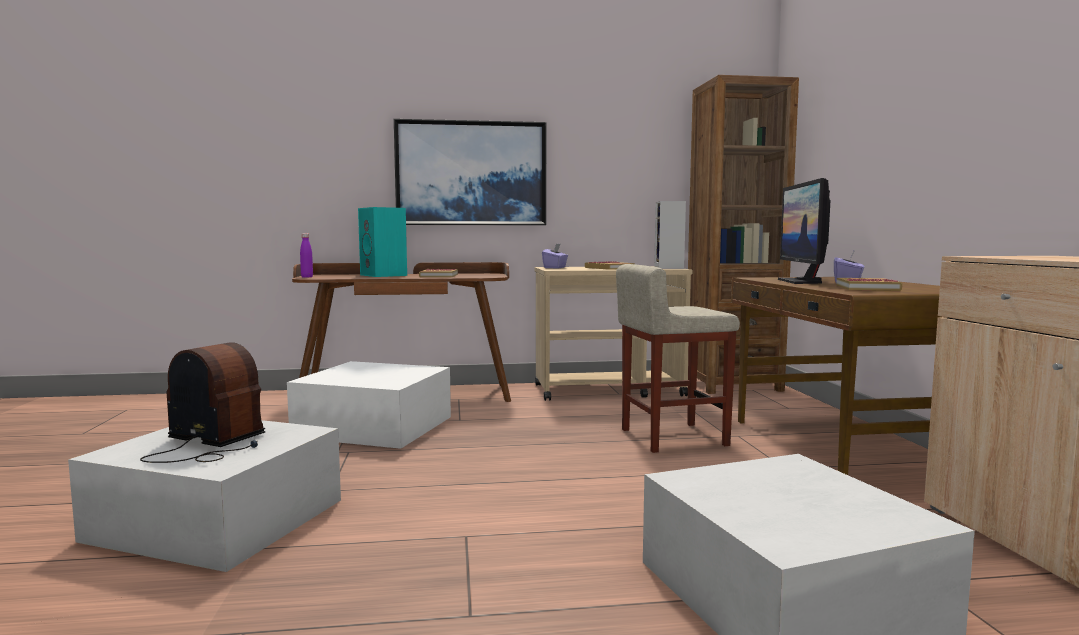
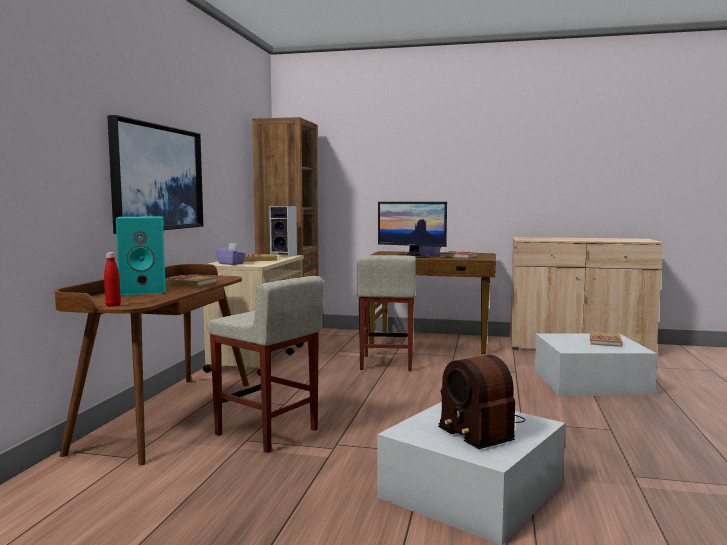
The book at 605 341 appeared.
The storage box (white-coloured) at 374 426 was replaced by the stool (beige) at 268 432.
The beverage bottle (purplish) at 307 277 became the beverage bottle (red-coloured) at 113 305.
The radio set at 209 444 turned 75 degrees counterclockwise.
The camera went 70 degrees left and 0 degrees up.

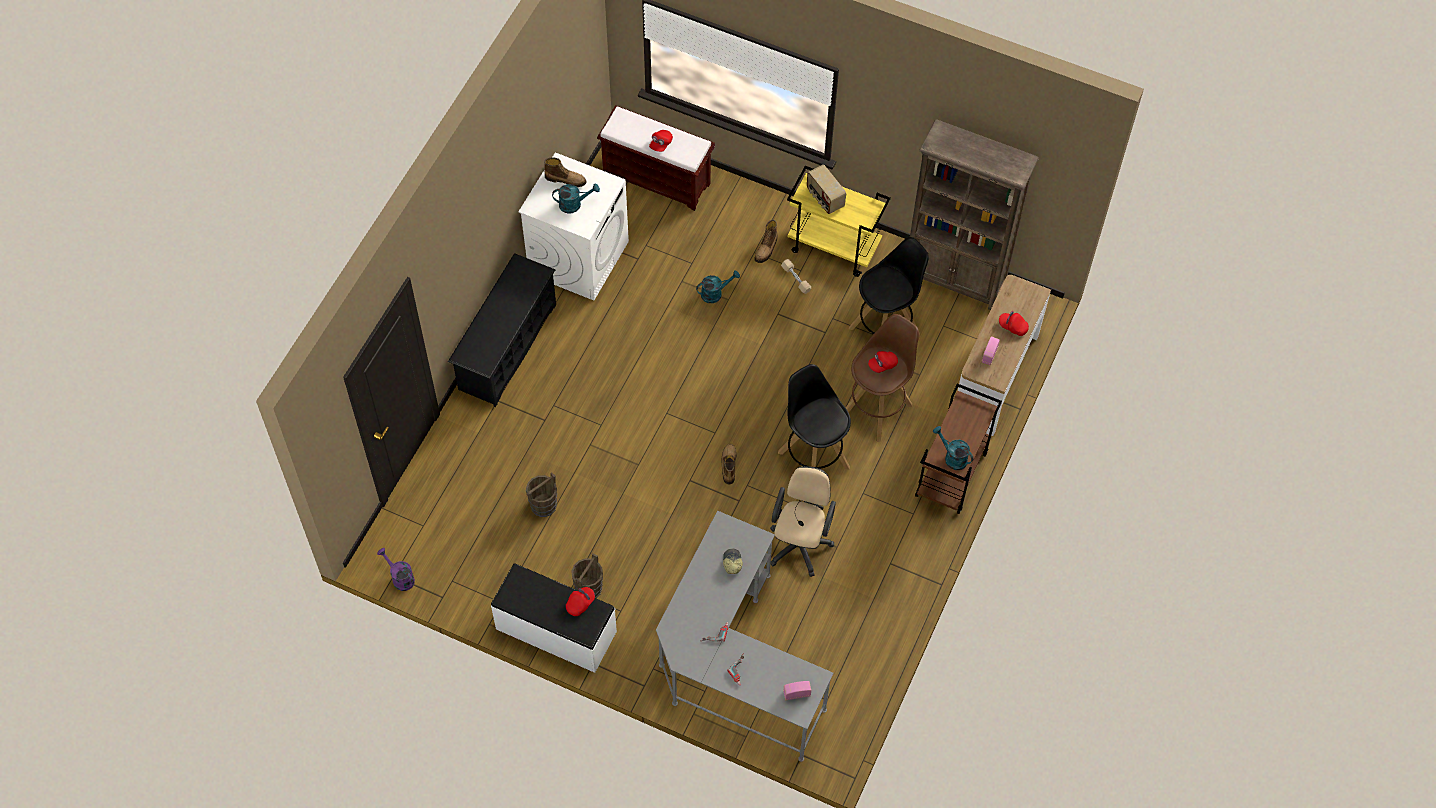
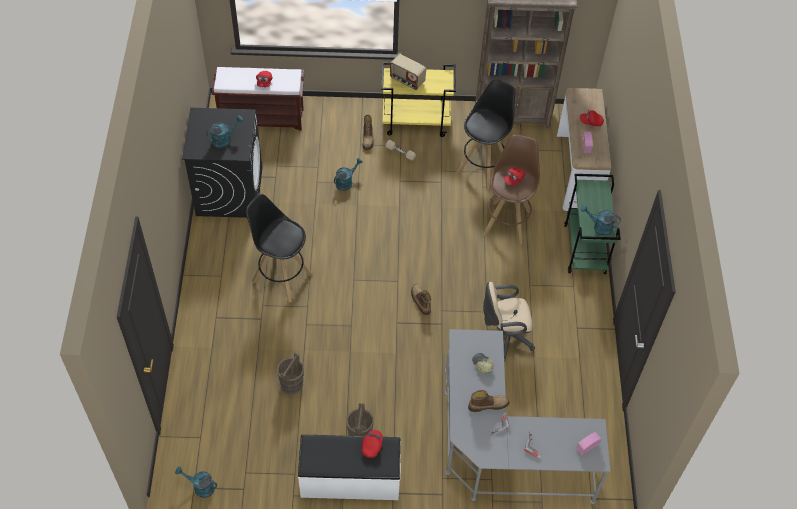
The shoe shelf (black) at 507 347 disappeared.
The boot moved from 565 179 to 488 404.
The stool (black) moved from 813 459 to 281 277.
The watering can (purplish) at 400 578 became the watering can (turquoise) at 200 487.
The washing machine (white-coloured) at 579 257 became the washing machine (black) at 229 191.
The cart (brown-coloured) at 951 475 became the cart (green-coloured) at 585 249.
The office chair (beige) at 800 542 turned 90 degrees counterclockwise.
The camera went 25 degrees left and 5 degrees down.

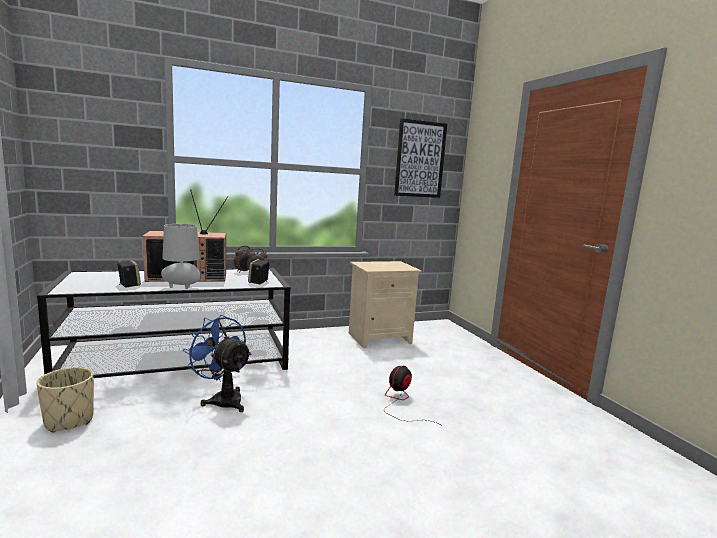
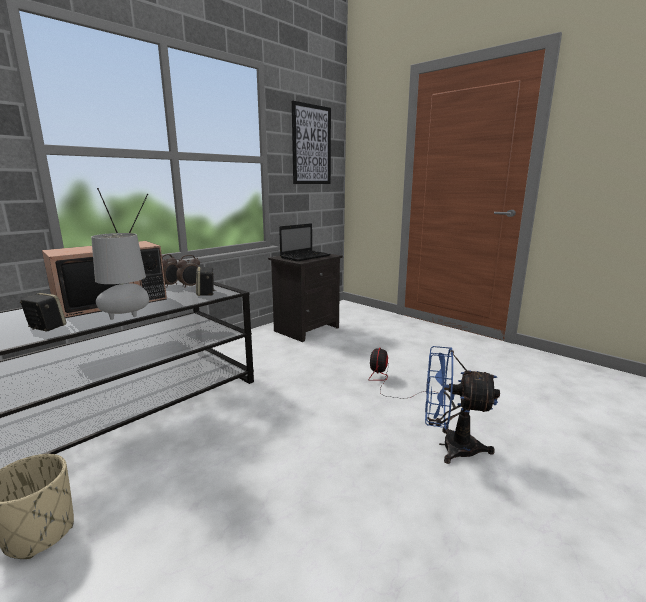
The portable computer at 305 256 appeared.
The cooling fan (blue) moved from 222 399 to 450 446.
The night table (beige) at 380 338 became the night table (black) at 306 329.
The camera went 25 degrees left and 5 degrees up.

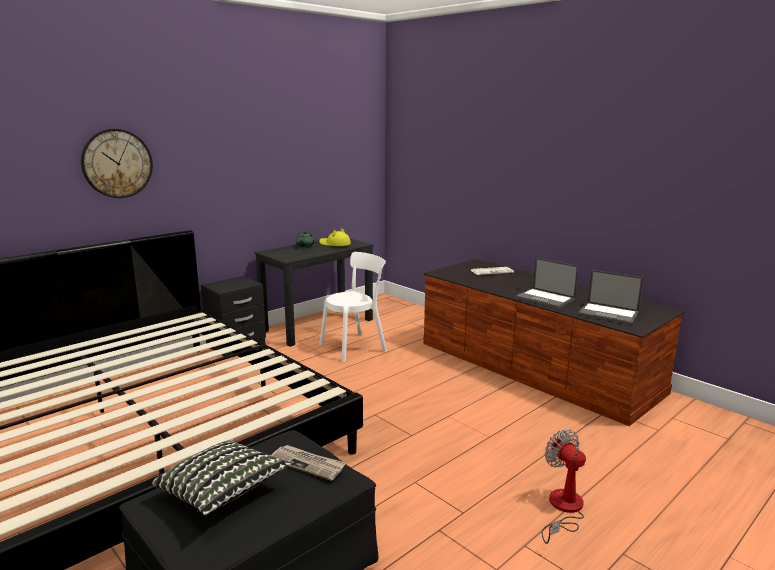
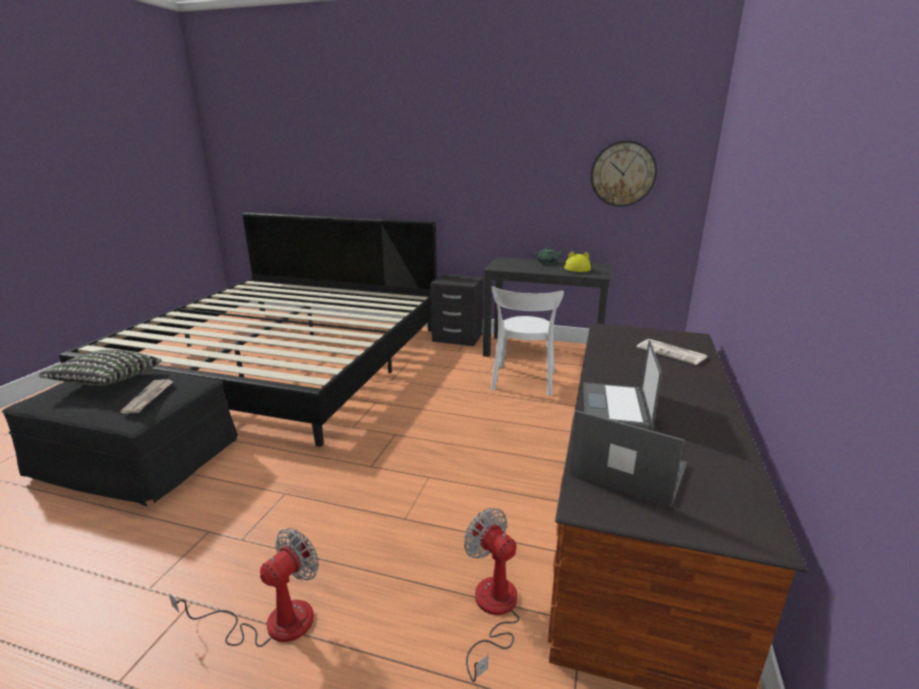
The cooling fan at 493 611 appeared.
The wall clock moved from 117 163 to 623 174.
The chair (white-coloured) at 355 346 turned 75 degrees clockwise.
The portable computer at 609 314 turned 120 degrees clockwise.
The camera went 60 degrees right and 5 degrees up.

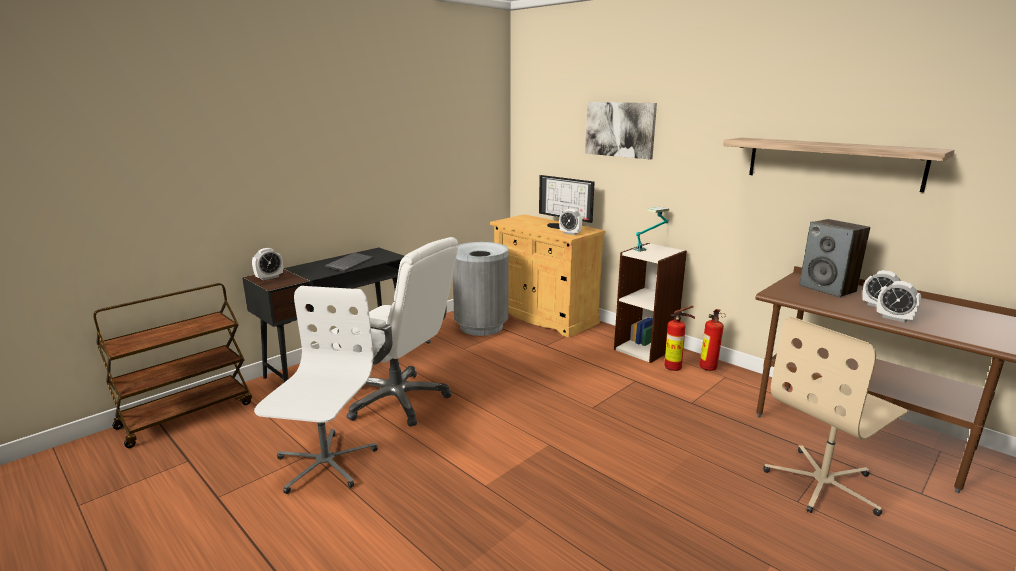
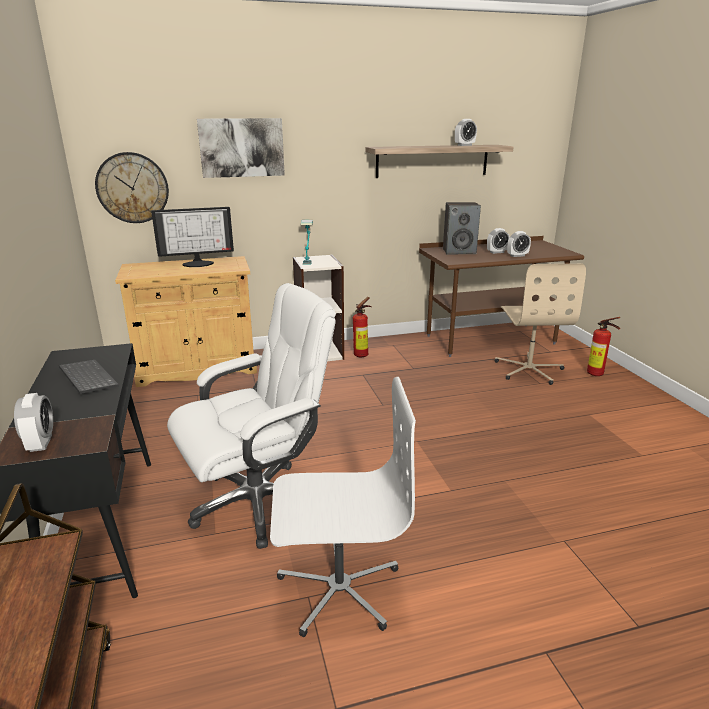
The rubbish bin (grey) at 481 326 disappeared.
The wall clock at 132 188 appeared.
The bedside clock moved from 570 233 to 464 145.
The fire-fighting cylinder moved from 708 369 to 597 374.
The office chair (white-coloured) at 325 464 turned 135 degrees clockwise.
The camera went 60 degrees left and 5 degrees up.

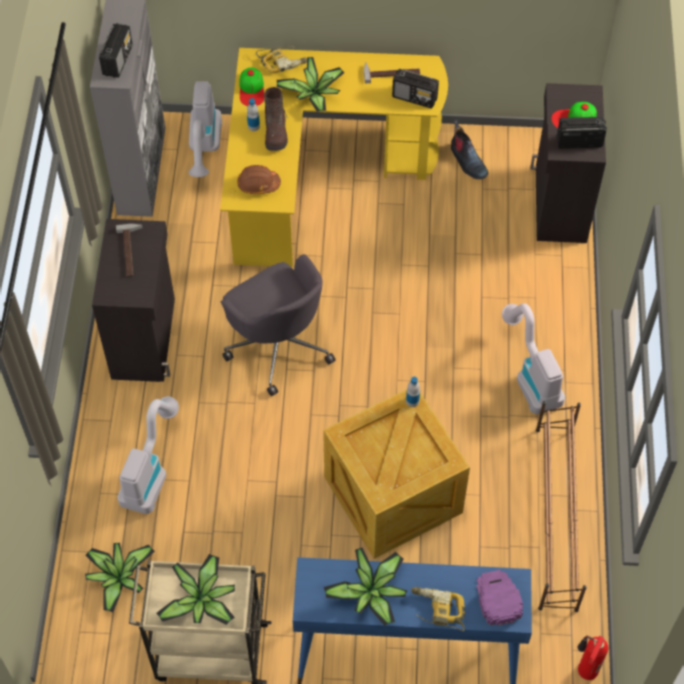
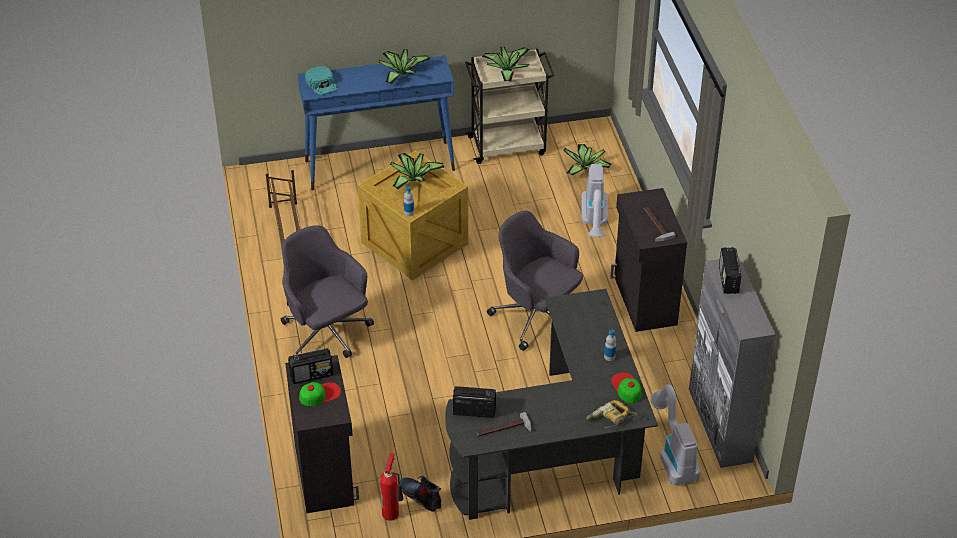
The hard hat (brown-coloured) at 258 184 disappeared.
The boot (brown-coloured) at 275 131 disappeared.
The drill at 437 610 disappeared.
The potted plant moved from 314 94 to 413 178.
The fire-fighting cylinder moved from 585 670 to 392 513.
The hoover at 530 376 was replaced by the office chair (grey) at 327 334.
The desk unit (yellow) at 316 175 became the desk unit (black) at 559 453.
The cap (purplish) at 497 598 became the cap (turquoise) at 322 84.
The camera went 165 degrees right and 15 degrees down.

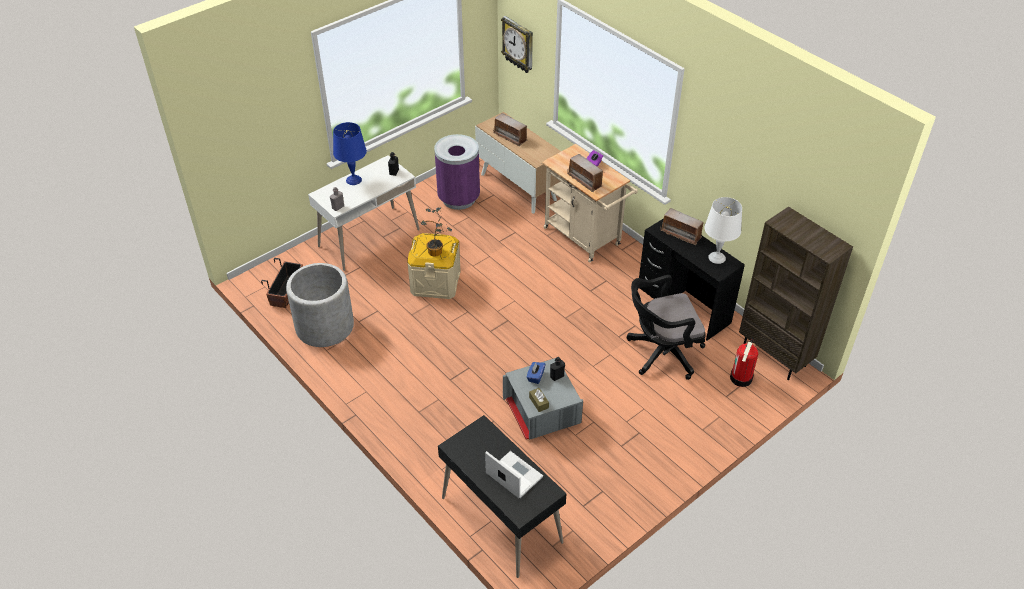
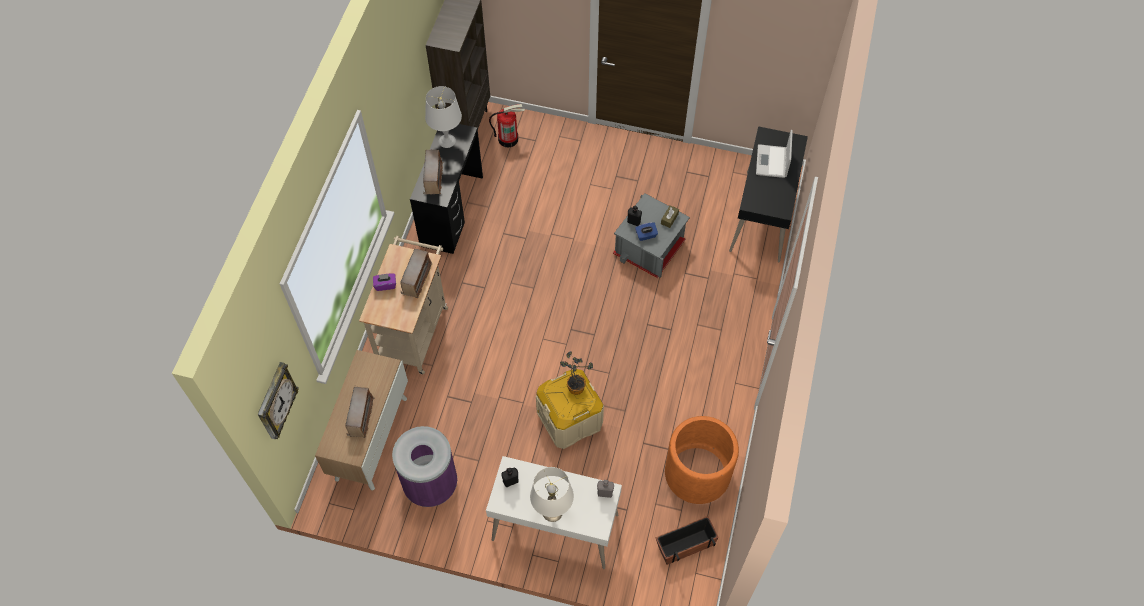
The office chair (black) at 660 353 disappeared.
The plant pot (grey) at 324 326 became the plant pot (orange) at 697 473.
The tabletop lamp (blue) at 353 180 became the tabletop lamp (white-coloured) at 552 511.
The camera went 125 degrees left and 15 degrees up.

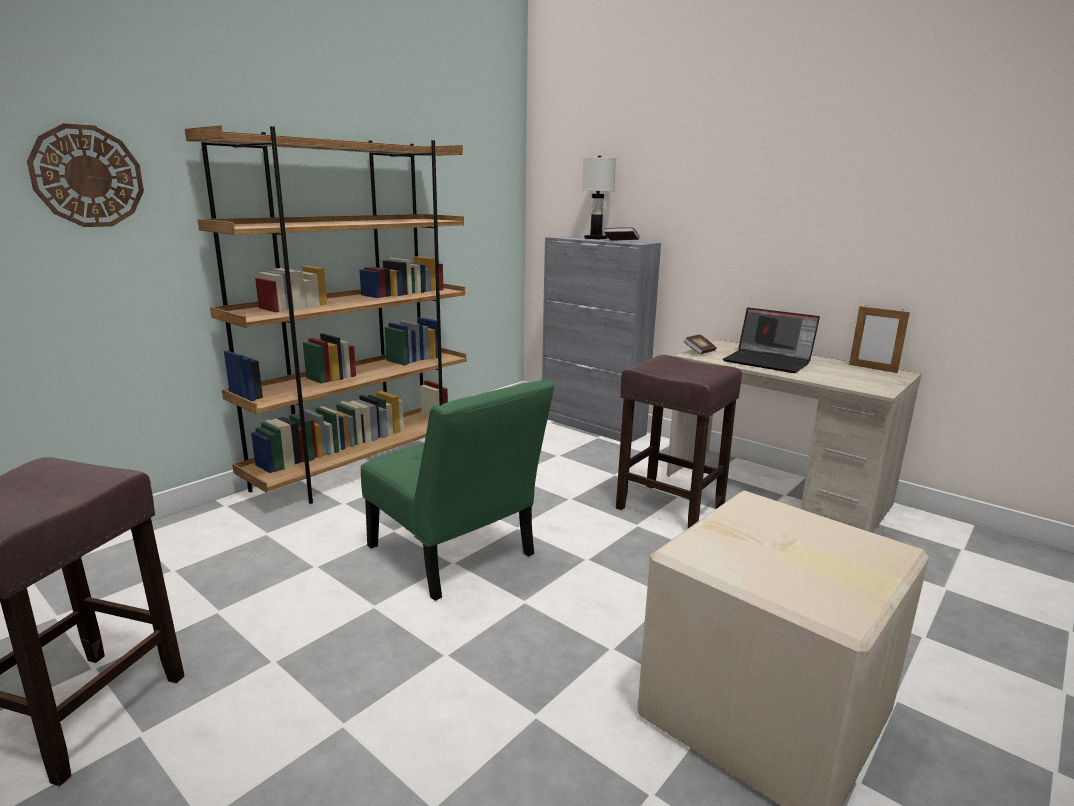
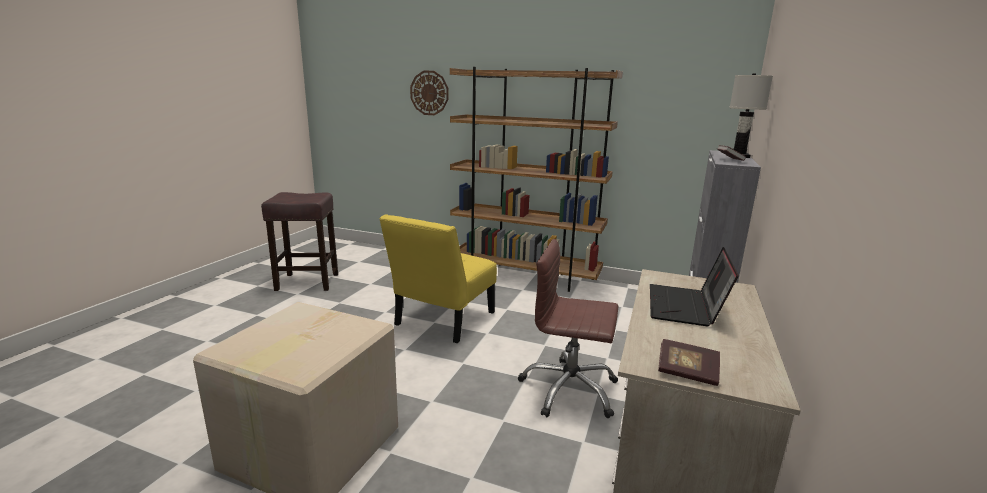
The photo frame at 872 368 disappeared.
The book moved from 699 352 to 687 373.
The stool (brown-coloured) at 668 508 was replaced by the office chair (brown-coloured) at 569 390.
The chair (green-coloured) at 455 555 became the chair (yellow) at 442 321.
The camera went 70 degrees right and 0 degrees up.

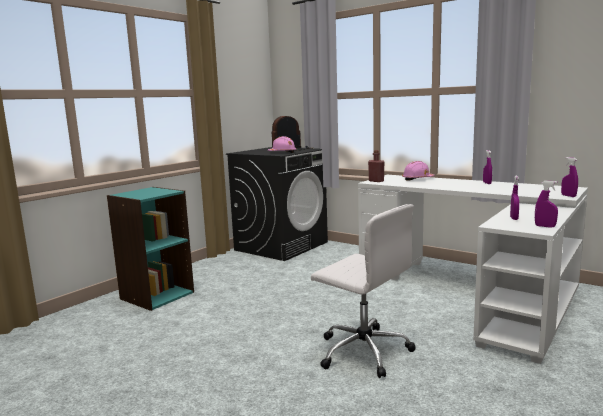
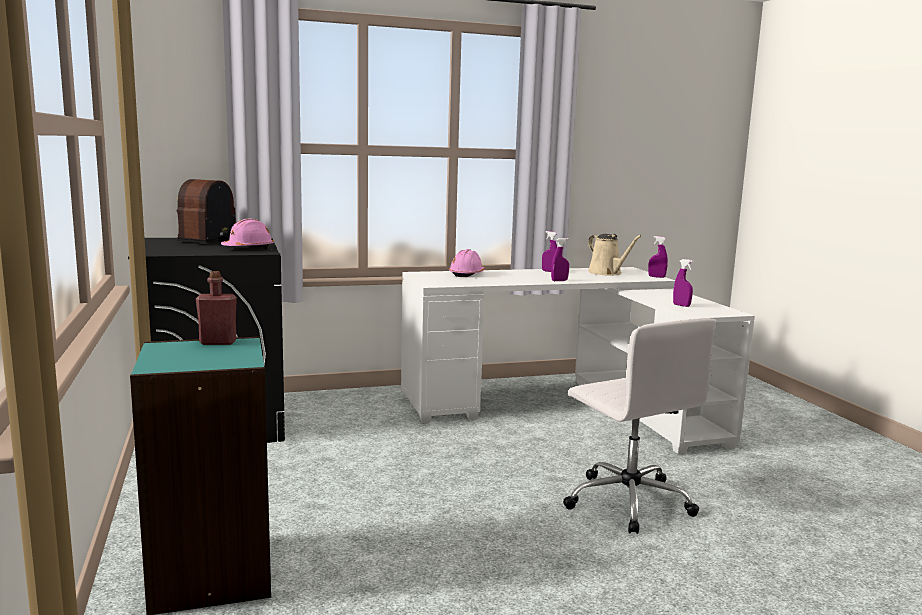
The watering can (beige) at 607 273 appeared.
The beverage bottle (red-coloured) moved from 376 181 to 218 342.
The spray bottle (purplish) moved from 545 226 to 559 281.
The office chair (white-coloured) at 363 351 turned 75 degrees clockwise.
The camera went 55 degrees left and 0 degrees up.

